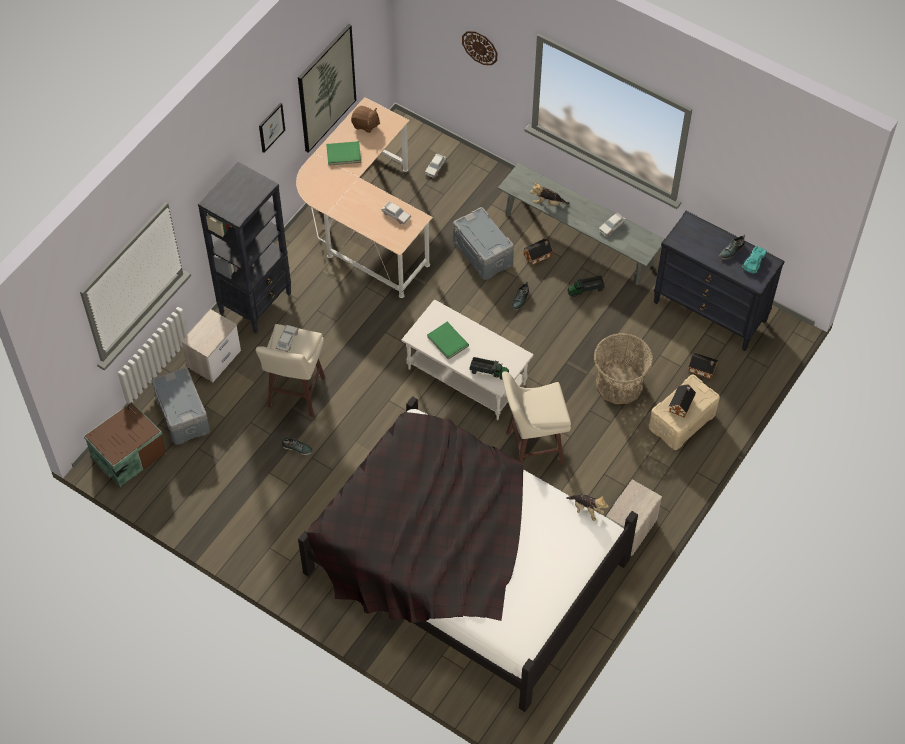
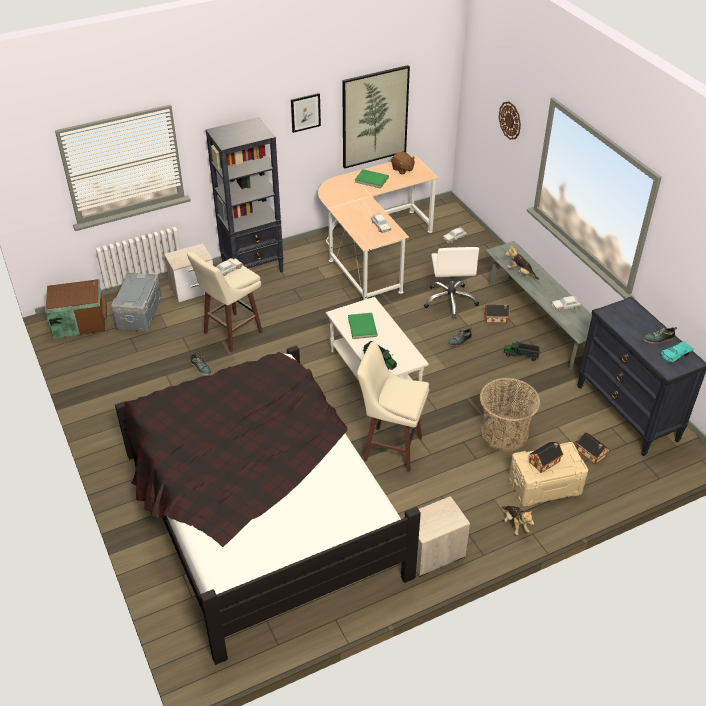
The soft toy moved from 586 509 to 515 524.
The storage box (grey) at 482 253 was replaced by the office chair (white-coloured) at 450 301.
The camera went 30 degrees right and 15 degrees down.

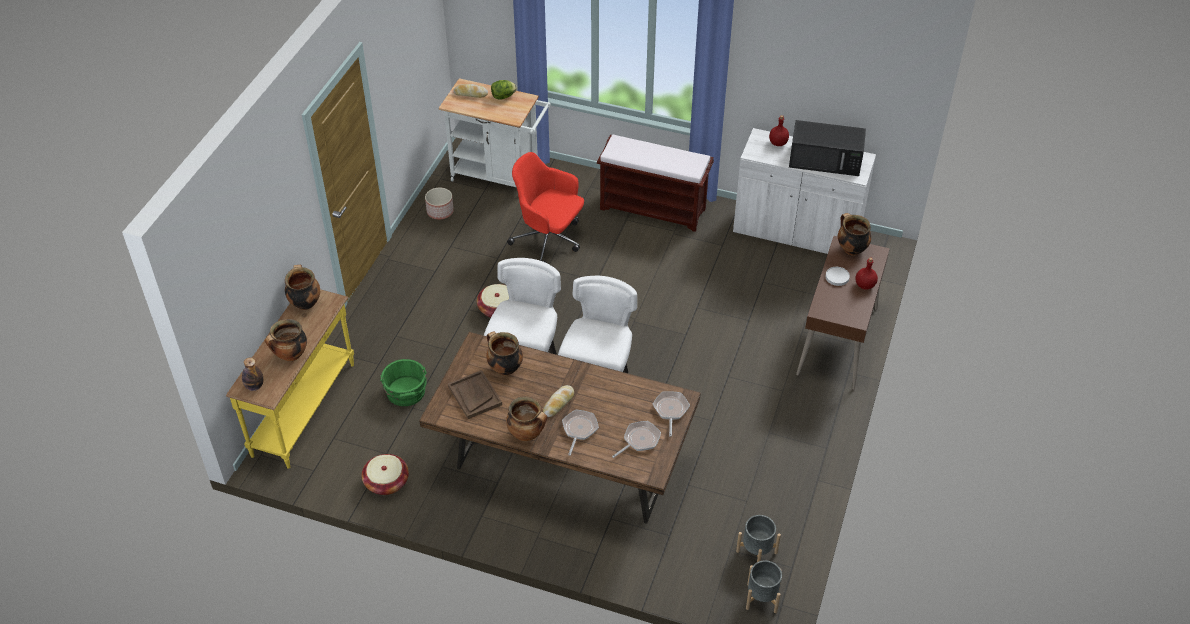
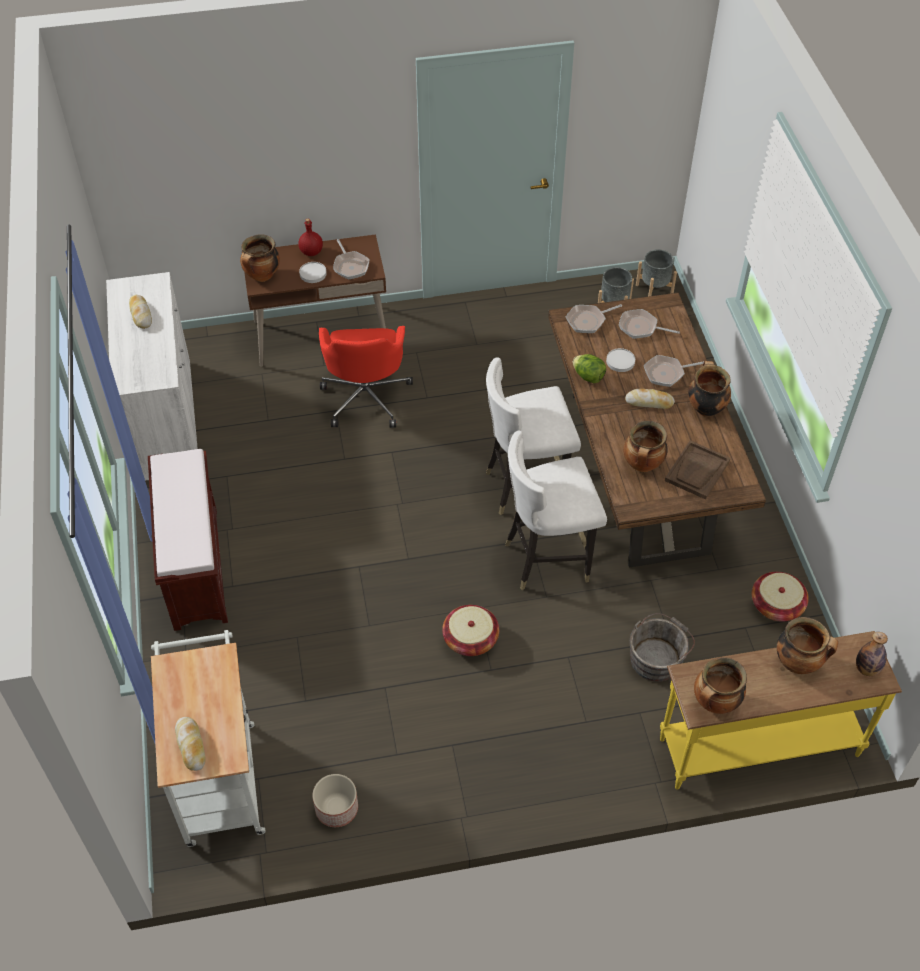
The beverage bottle (red-coloured) at 778 143 disappeared.
The skillet at 350 266 appeared.
The dinner plate (white-coloured) at 620 361 appeared.
The head of lettuce moved from 503 96 to 588 376.
The office chair (red-coloured) moved from 549 241 to 366 397.
The microwave (black) at 826 160 was replaced by the baked bread at 141 314.
The bucket (green-coloured) at 406 393 became the bucket (grey) at 657 657.
The camera went 120 degrees left and 5 degrees up.

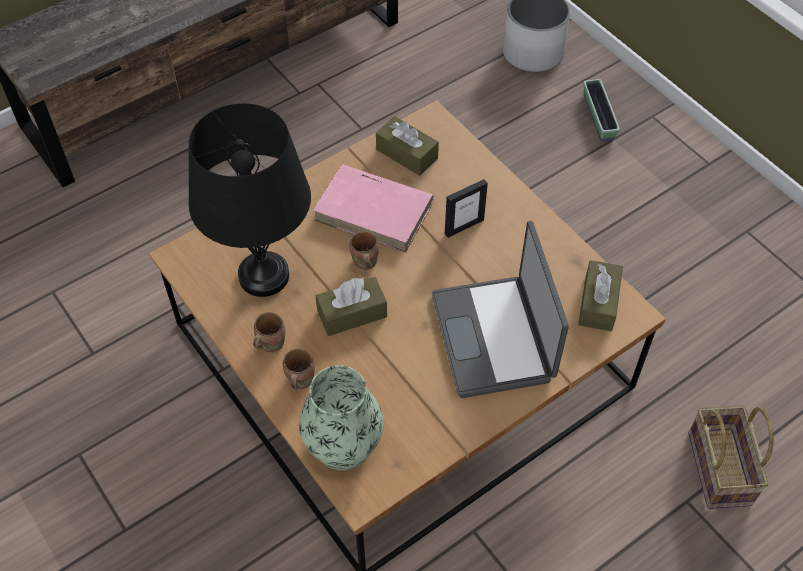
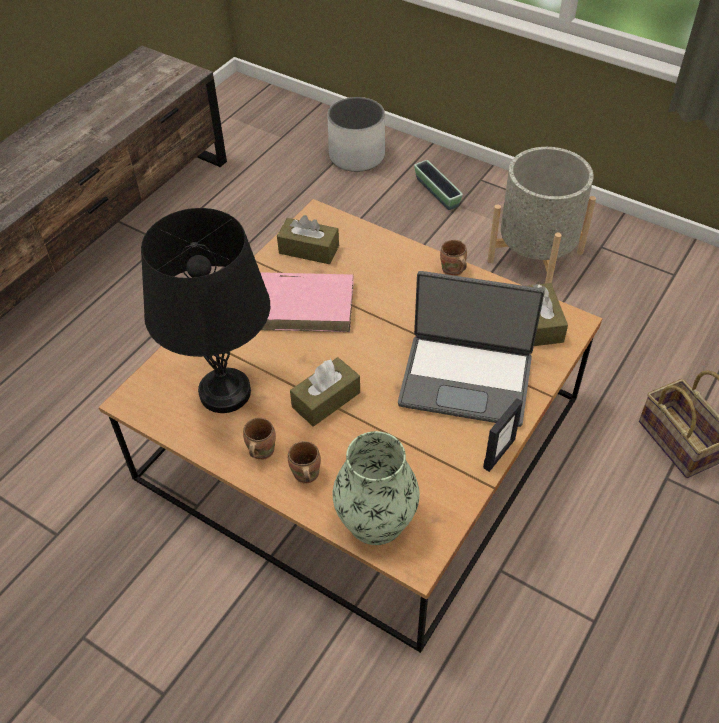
The plant pot (grey) at 535 257 appeared.
The mug (brown-coloured) moved from 364 263 to 452 271.
The photo frame moved from 464 226 to 499 453.
The portable computer at 495 337 turned 45 degrees counterclockwise.
The camera went 20 degrees left and 5 degrees down.

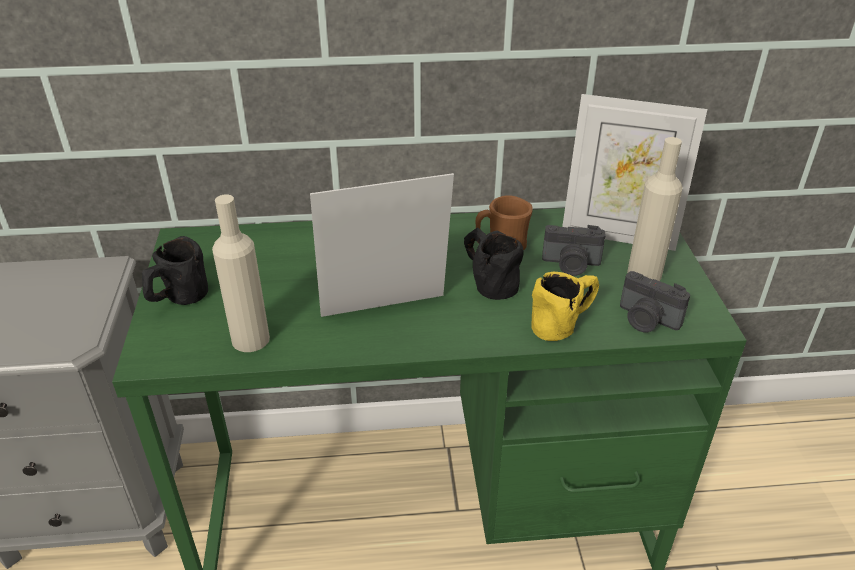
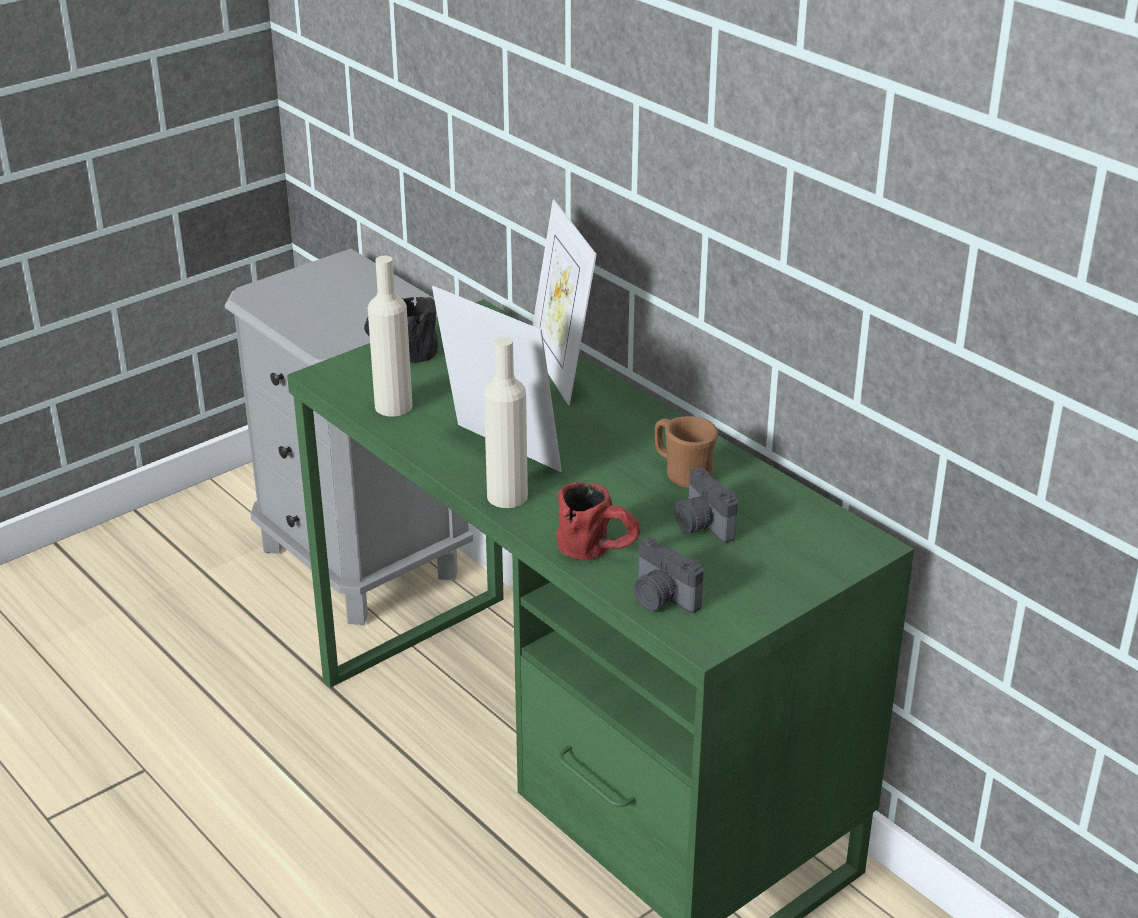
The mug (black) at 487 281 disappeared.
The photo frame moved from 618 235 to 561 371.
The beverage bottle (beige) moved from 644 274 to 507 496.
The mug (yellow) at 564 322 became the mug (red-coloured) at 599 551.
The still camera at 646 320 turned 45 degrees counterclockwise.
The camera went 55 degrees right and 5 degrees down.

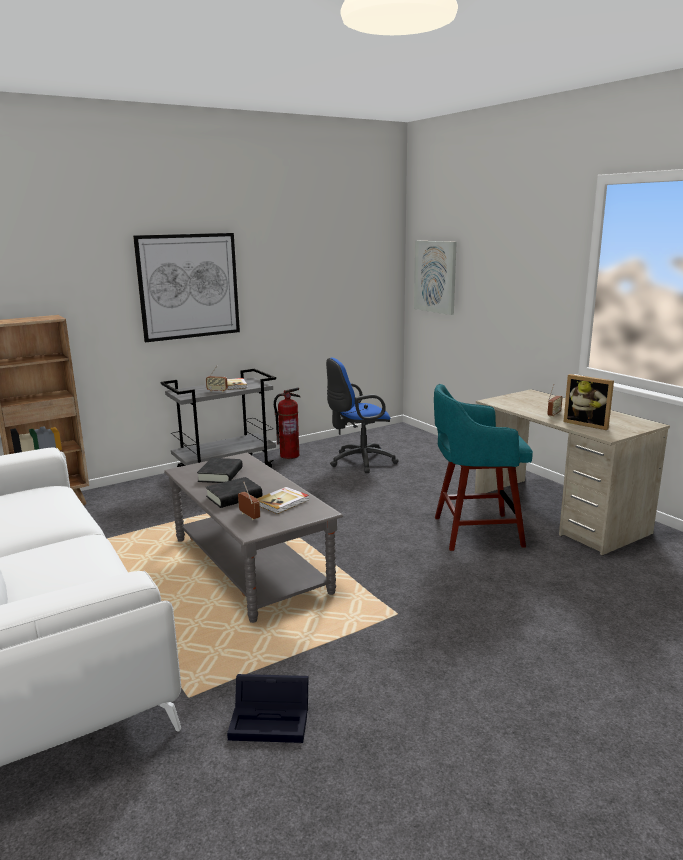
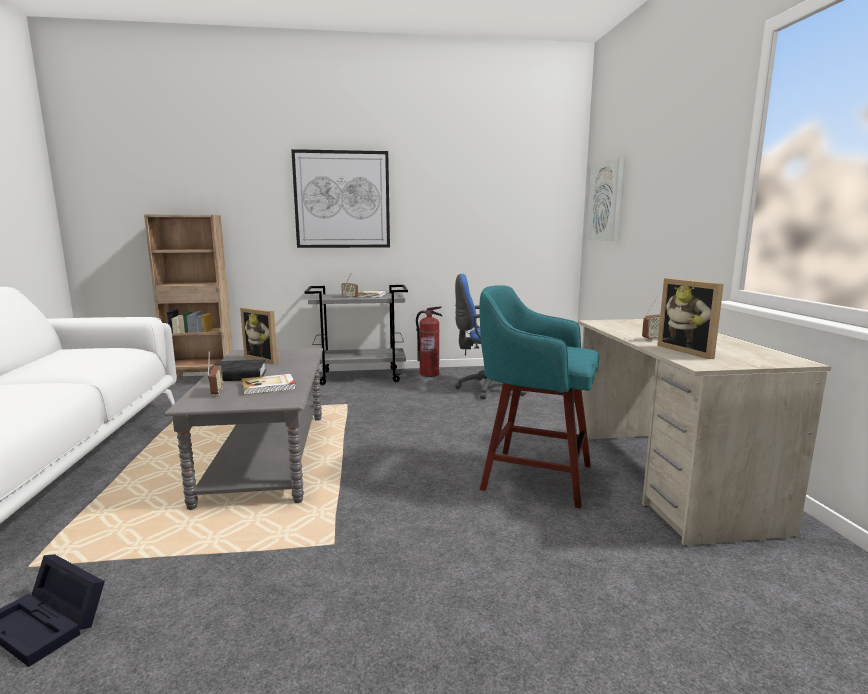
The book (black) at 220 475 was replaced by the photo frame at 265 359.
The camera went 25 degrees right and 5 degrees down.

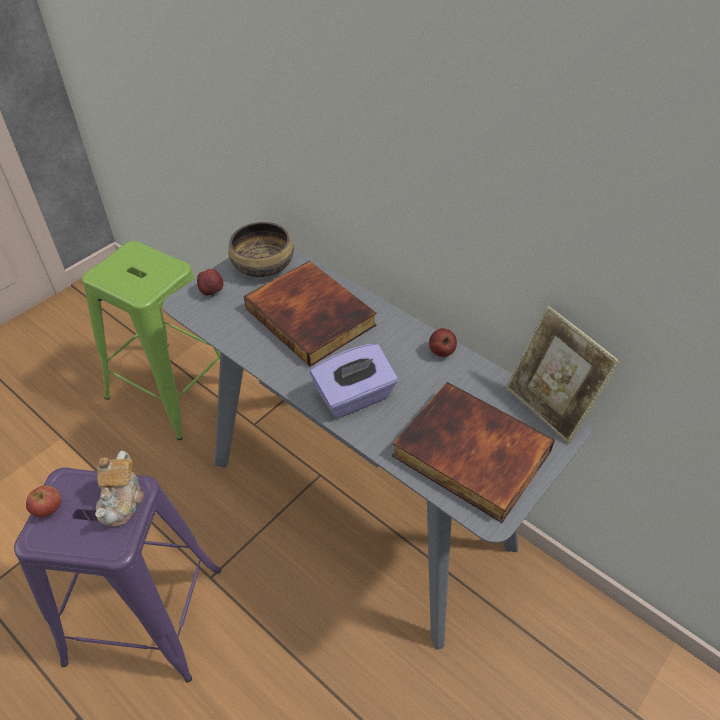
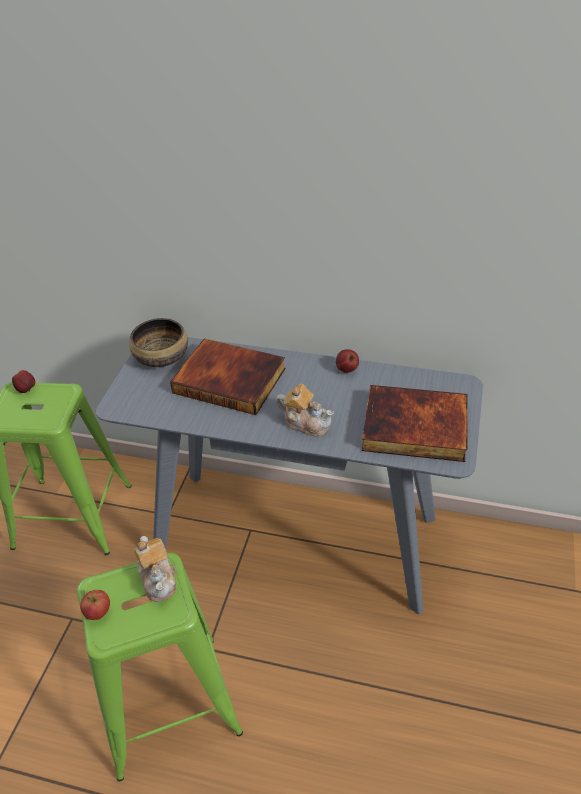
The photo frame at 548 408 disappeared.
The apple fruit moved from 212 292 to 27 390.
The tissue holder (purplish) at 354 397 was replaced by the tea pot at 306 423.
The stool (purplish) at 143 614 became the stool (green-coloured) at 167 705.
The camera went 25 degrees left and 5 degrees down.

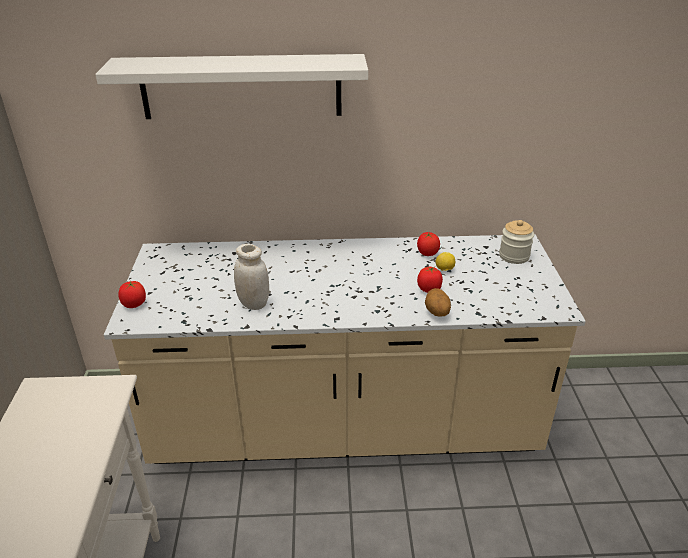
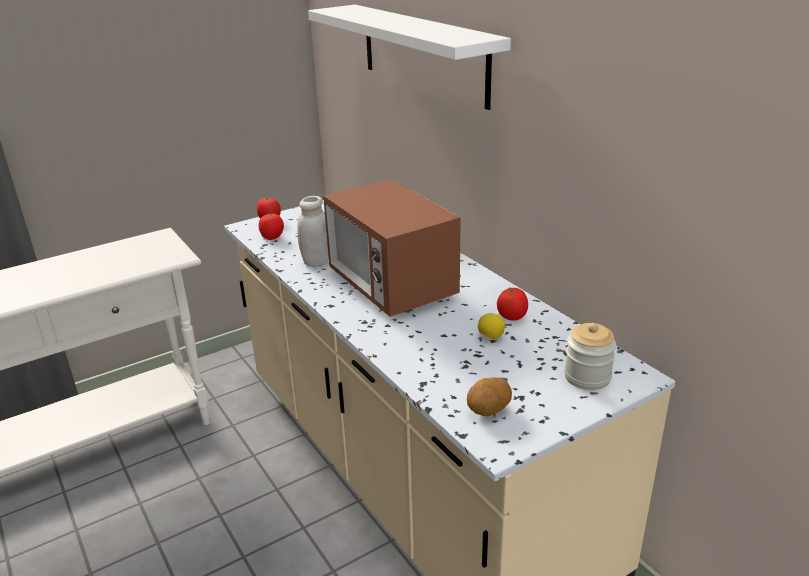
The microwave at 391 286 appeared.
The fresh tomato moved from 429 290 to 272 237.
The whole potato moved from 436 313 to 488 410.
The camera went 60 degrees right and 5 degrees down.

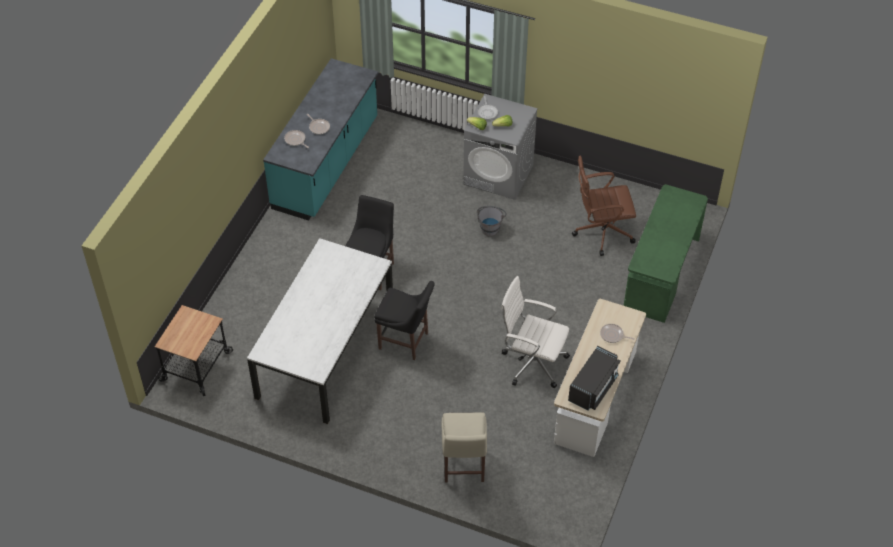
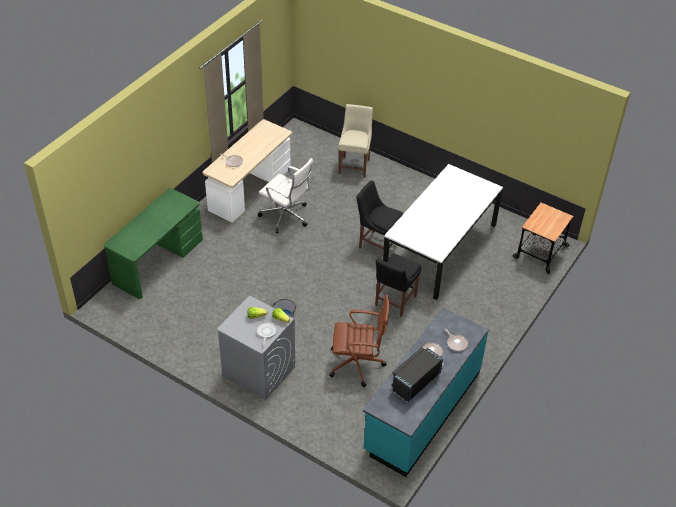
The microwave (black) moved from 593 387 to 415 382.
The office chair (brown-coloured) moved from 601 231 to 358 364.
The camera went 170 degrees left and 5 degrees down.

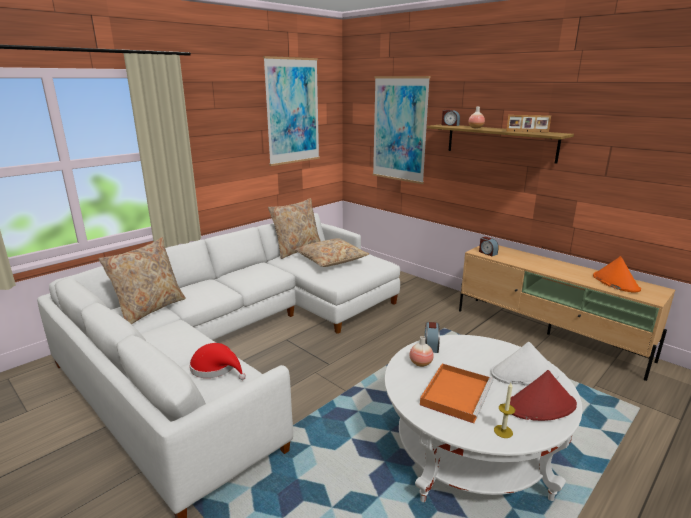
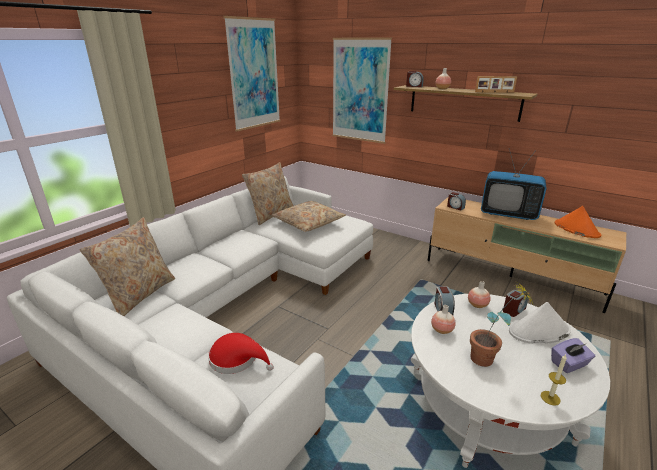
The flower vase at 477 305 appeared.
The TV at 508 214 appeared.
The bedside clock at 513 310 appeared.
The tray (orange) at 456 393 was replaced by the potted plant at 489 360.
The wearable hat (red-coloured) at 541 406 was replaced by the tissue holder (purplish) at 569 364.
The camera went 10 degrees left and 5 degrees up.

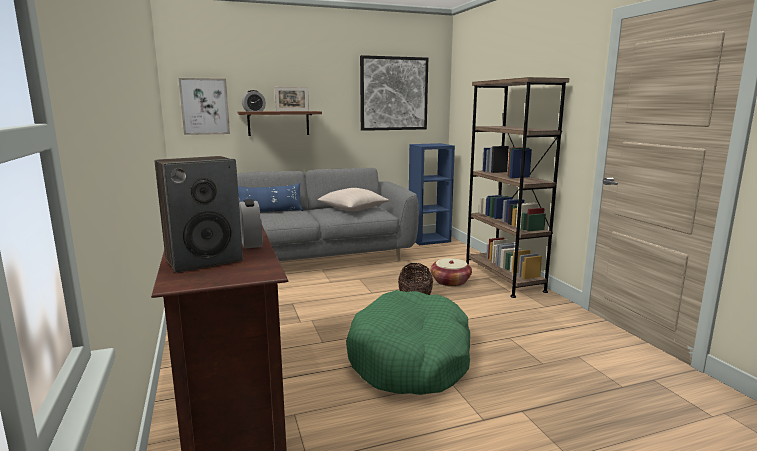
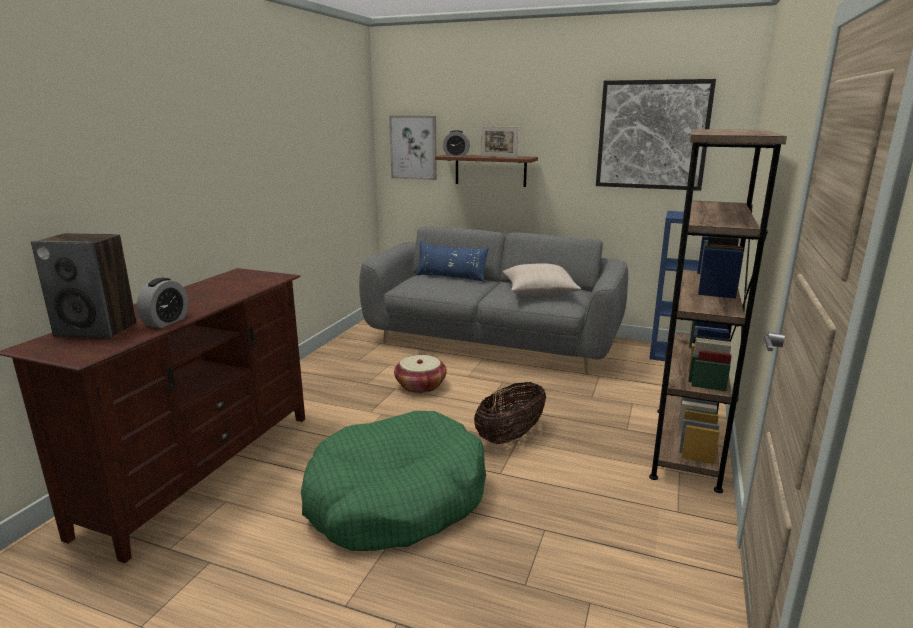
The basket moved from 450 282 to 420 386.
The camera went 40 degrees right and 5 degrees up.

